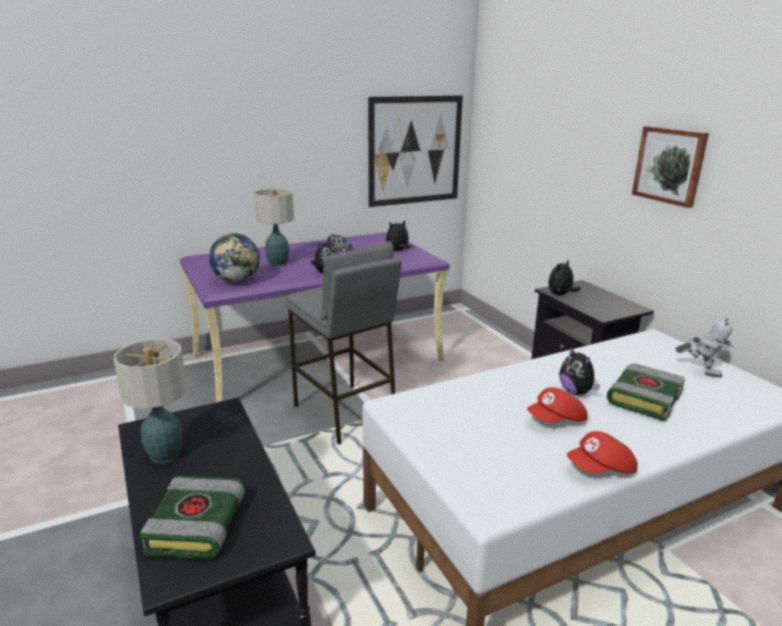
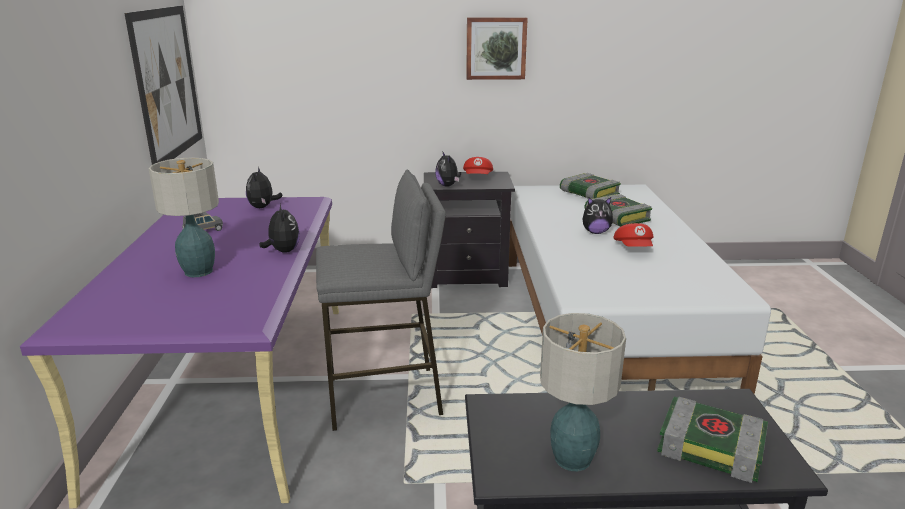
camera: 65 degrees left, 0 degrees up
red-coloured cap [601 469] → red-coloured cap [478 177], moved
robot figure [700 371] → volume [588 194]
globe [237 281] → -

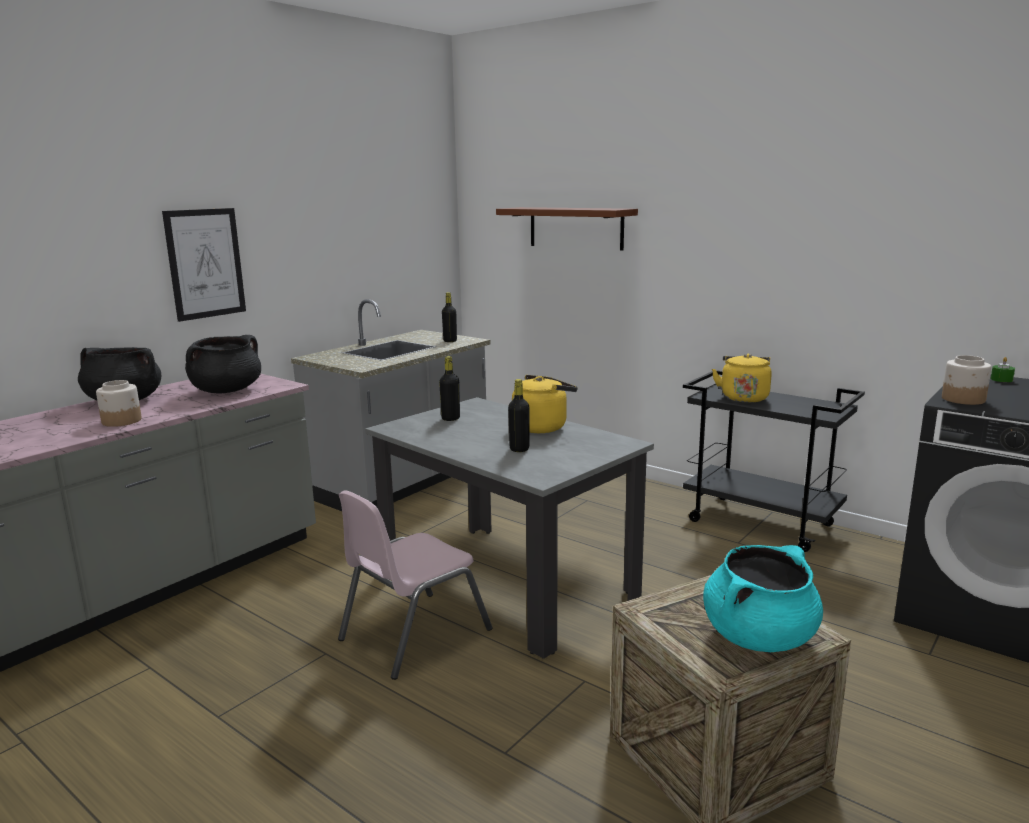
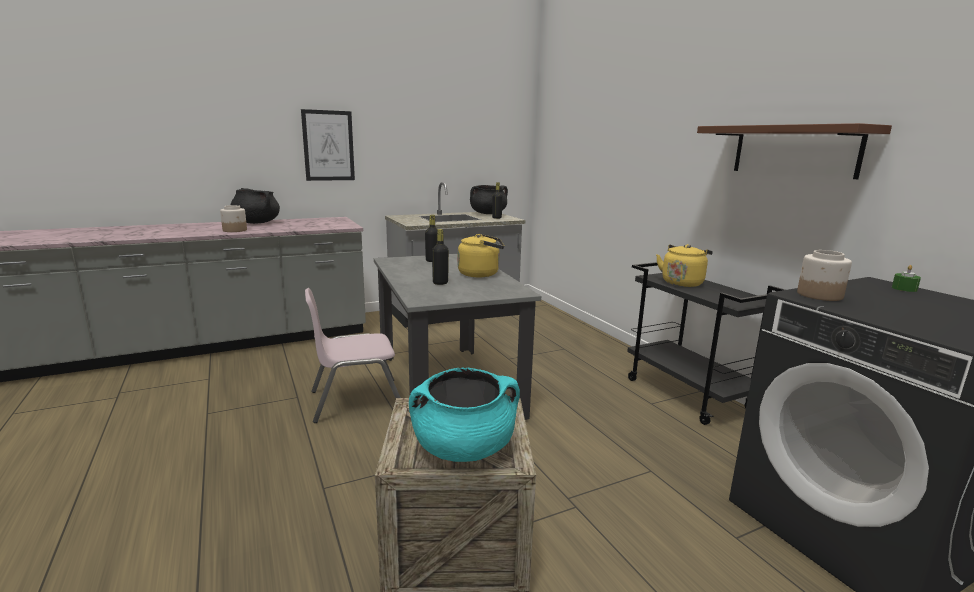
camera: 25 degrees right, 0 degrees up
black-coloured saucepot [227 391] → black-coloured saucepot [488 213], moved
brown bracket shelf [575 228] → brown bracket shelf [794 150], moved

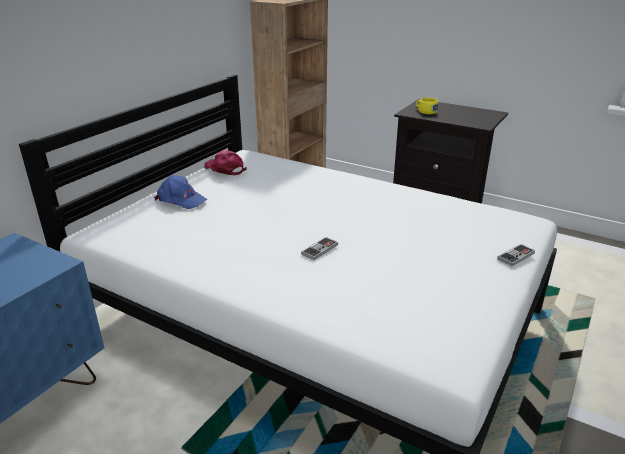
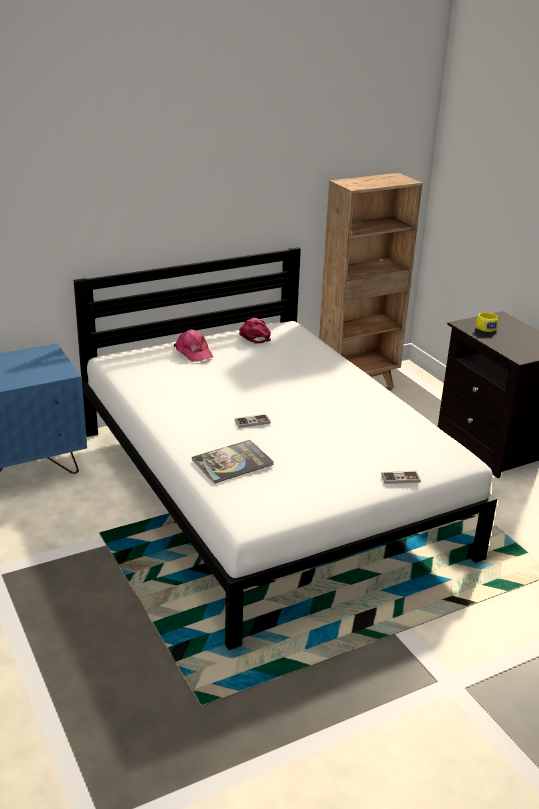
camera: 30 degrees right, 0 degrees up
blue cap [181 199] → pink cap [193 352]
- → volume [232 462]

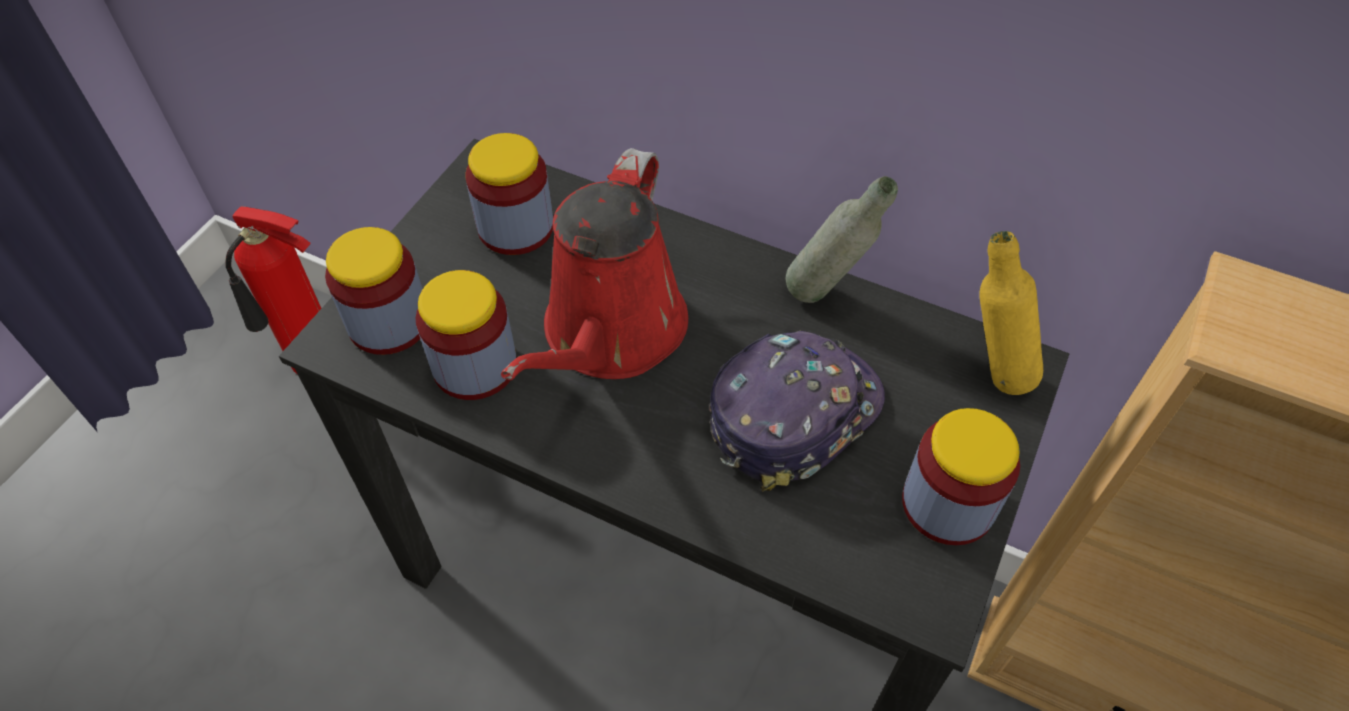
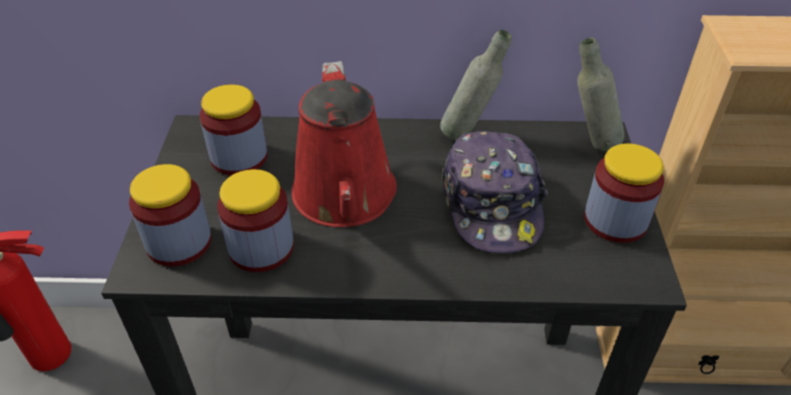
camera: 25 degrees left, 10 degrees down
cap [793 414] → cap [492 204], 150 degrees clockwise
yellow-coloured drink bottle [990 373] → grey drink bottle [589 145]

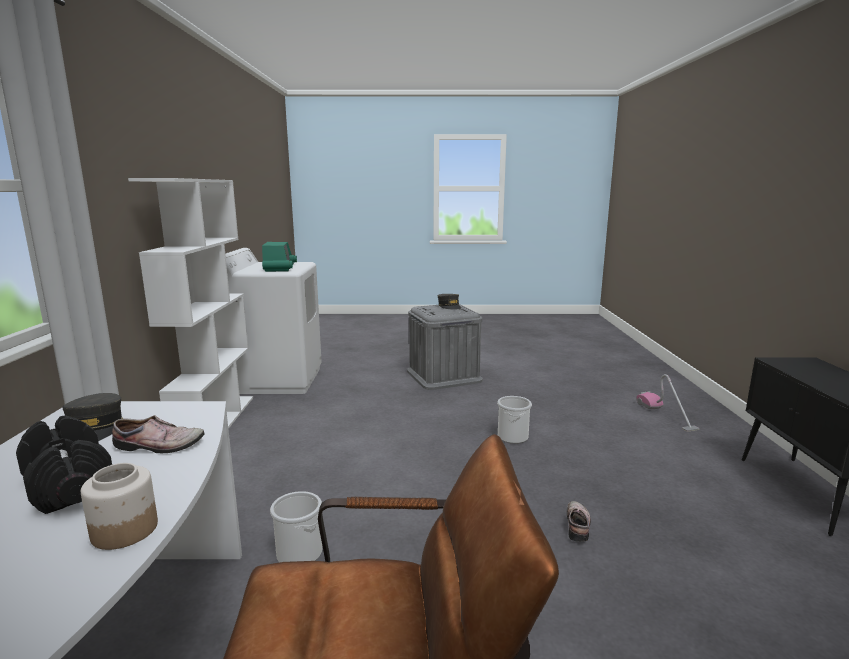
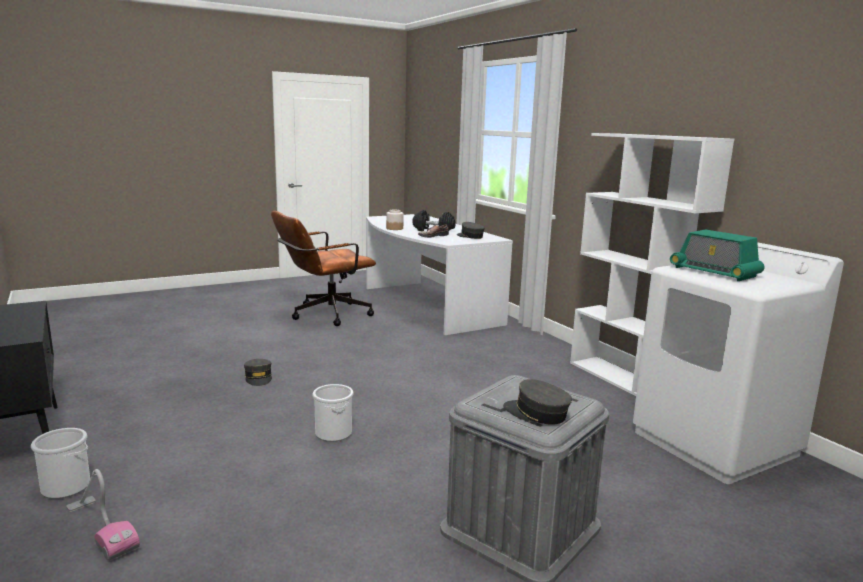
camera: 150 degrees right, 0 degrees up
bucket [299 553] → bucket [66 487], moved
shoe [579 526] → grey cap [258 378]

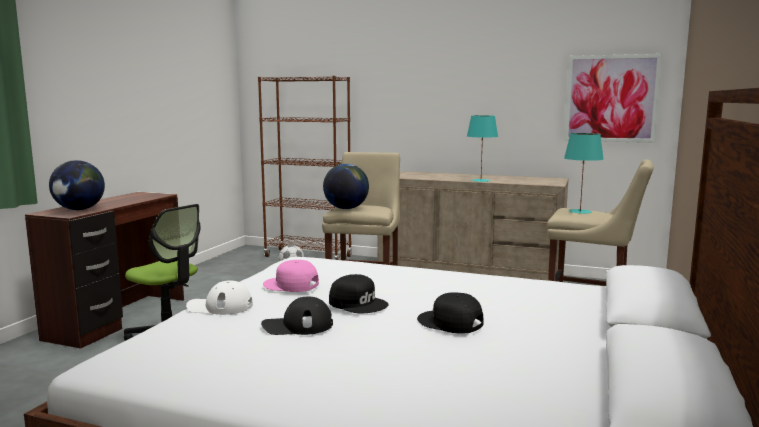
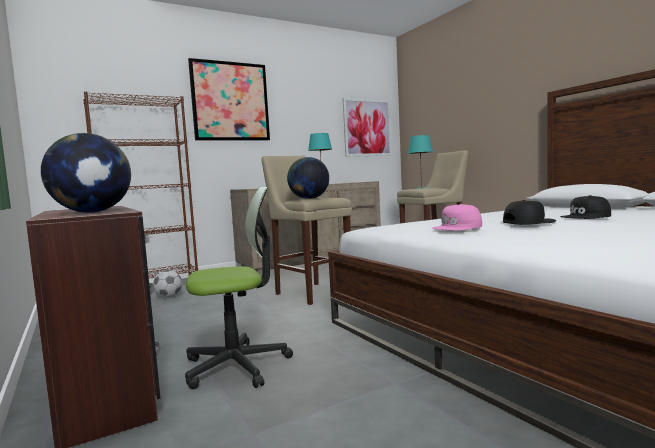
camera: 50 degrees left, 5 degrees down
- → picture [230 101]
white cap [220 306] → -
black-coloured cap [297 326] → -

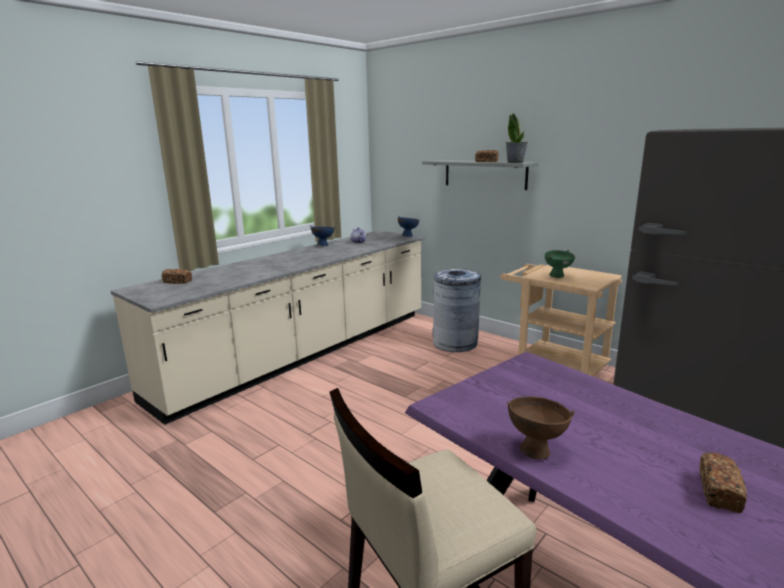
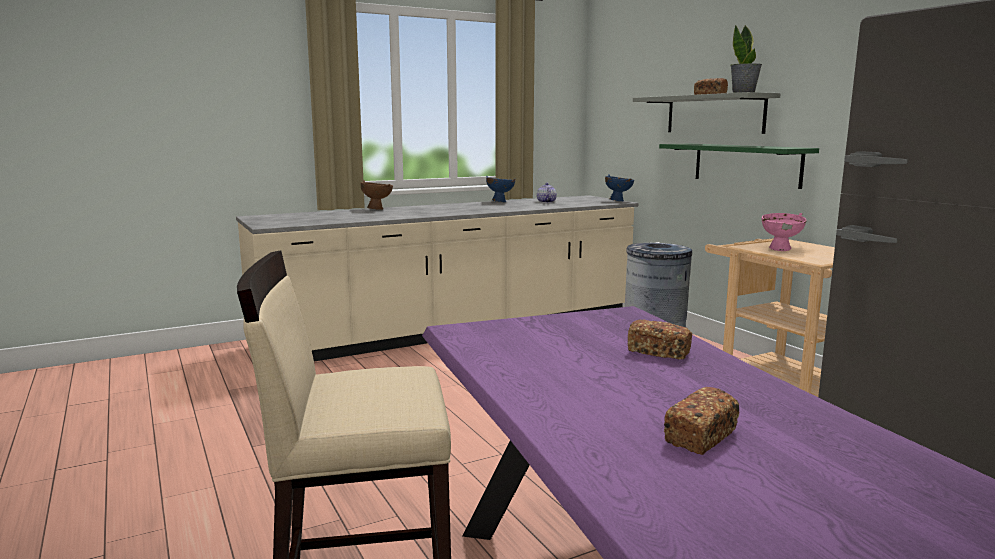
camera: 20 degrees right, 5 degrees down
brown bowl [535 450] → brown bowl [377 209], moved
bread [178 282] → bread [659 352], moved
- → green-coloured bracket shelf [746 164]
green-coloured bowl [558 276] → pink bowl [781 250]

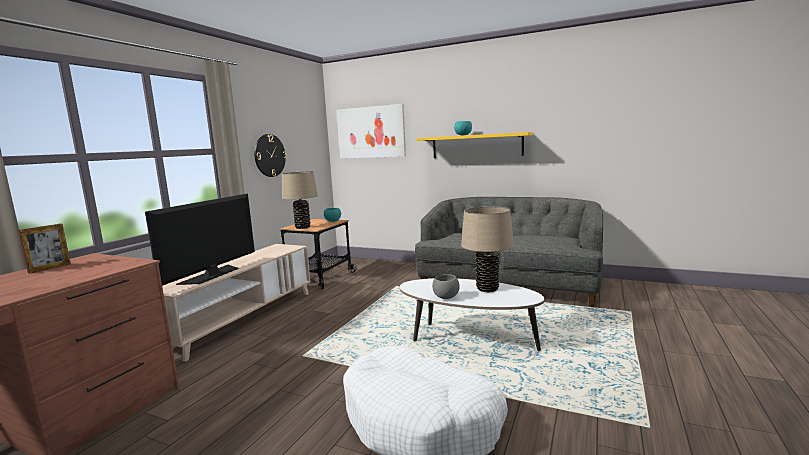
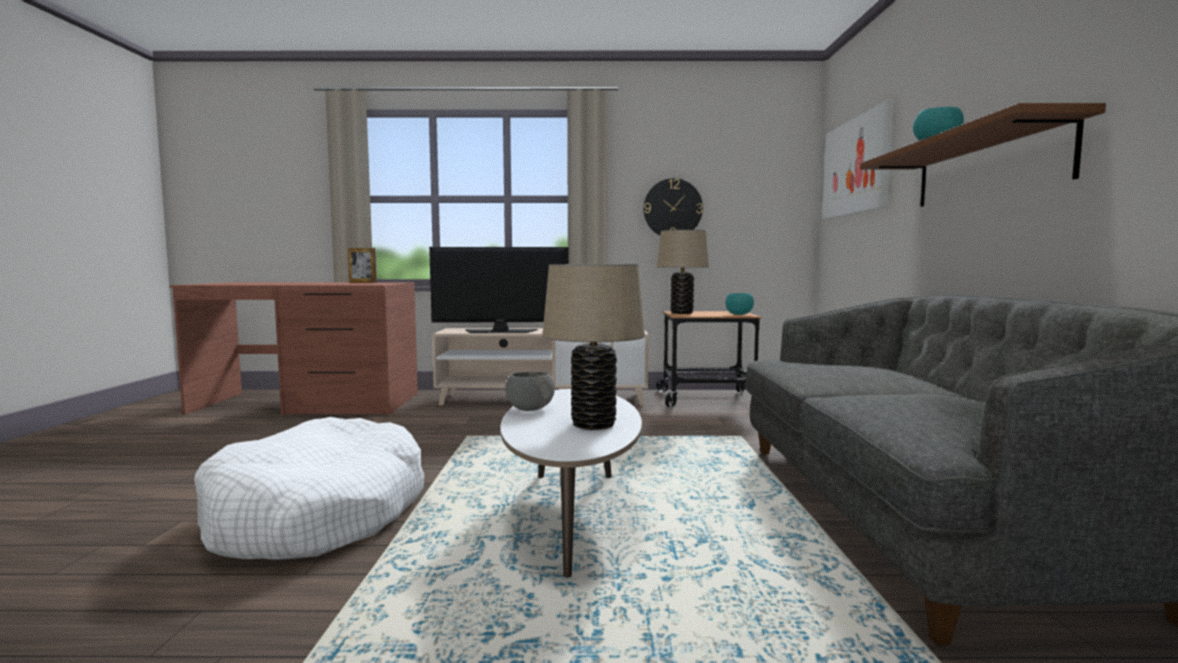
camera: 65 degrees right, 5 degrees down
yellow-coloured bracket shelf [476 146] → brown bracket shelf [987 167]

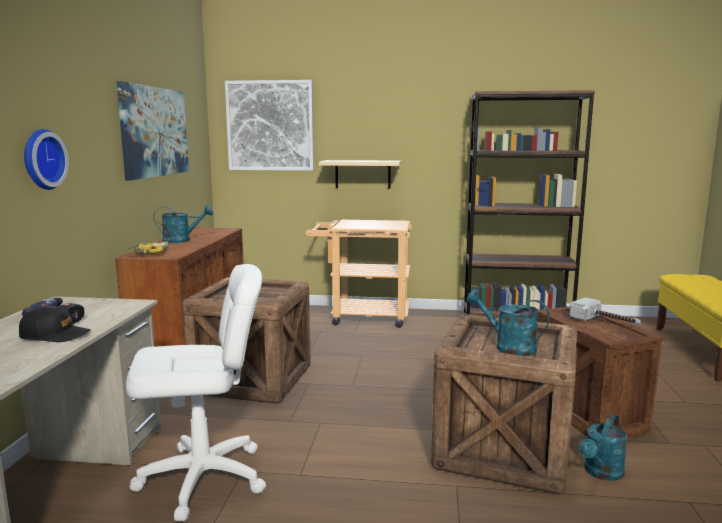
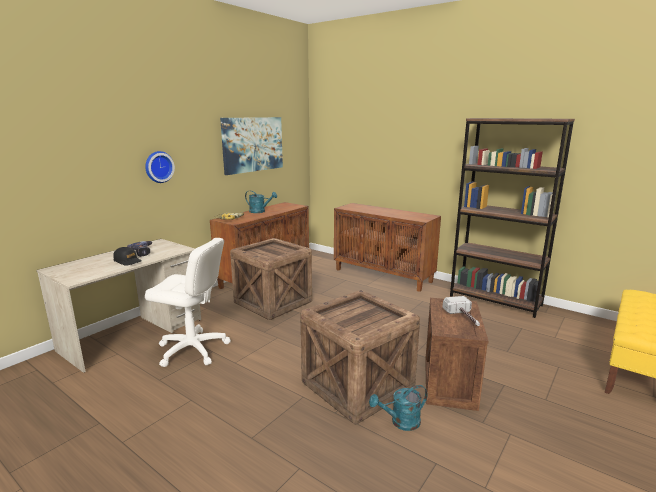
camera: 30 degrees right, 5 degrees up
beige wheeled cart [362 317] → brown cupboard [383 275]
picture [270 126] → -
beige bracket shelf [362 174] → -
turquoise sprinkling can [508 347] → -

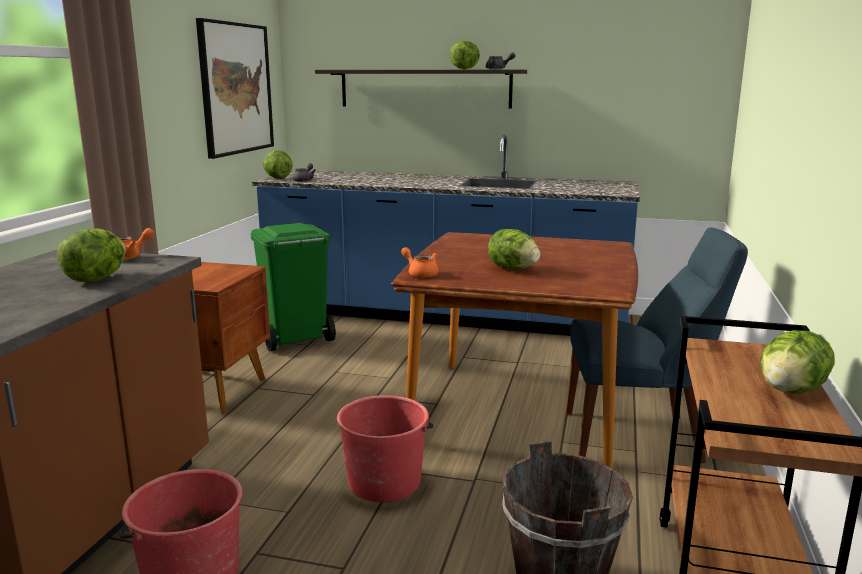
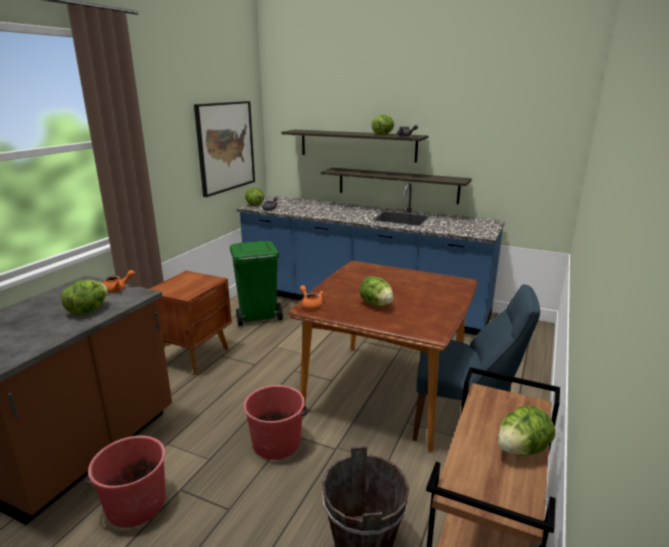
camera: 10 degrees right, 5 degrees up
- → bracket shelf [397 185]

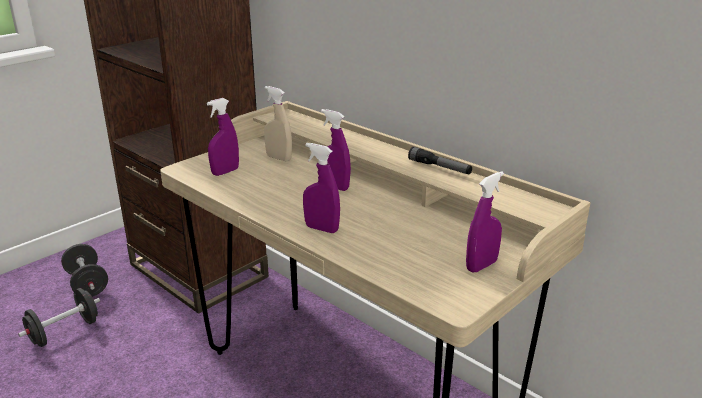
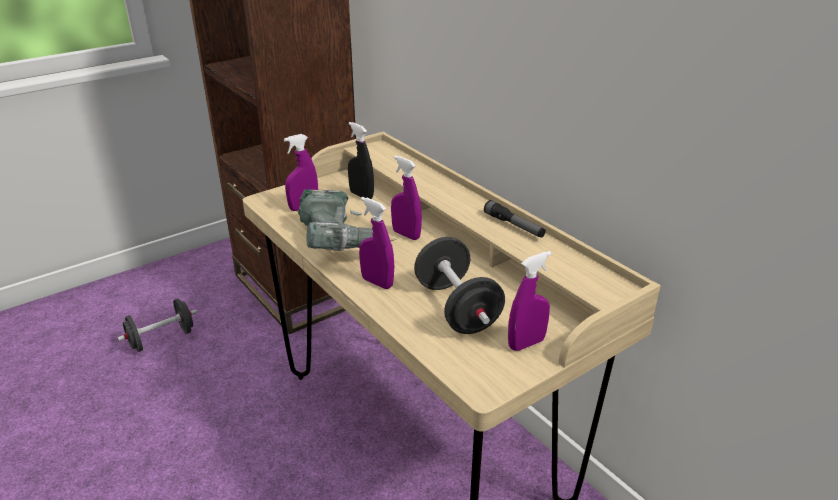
camera: 10 degrees right, 5 degrees up
- → power drill [342 243]
beige hand sprayer [279 158] → black-coloured hand sprayer [361 195]
black-coloured free weight [87 284] → black-coloured free weight [457 308], moved

